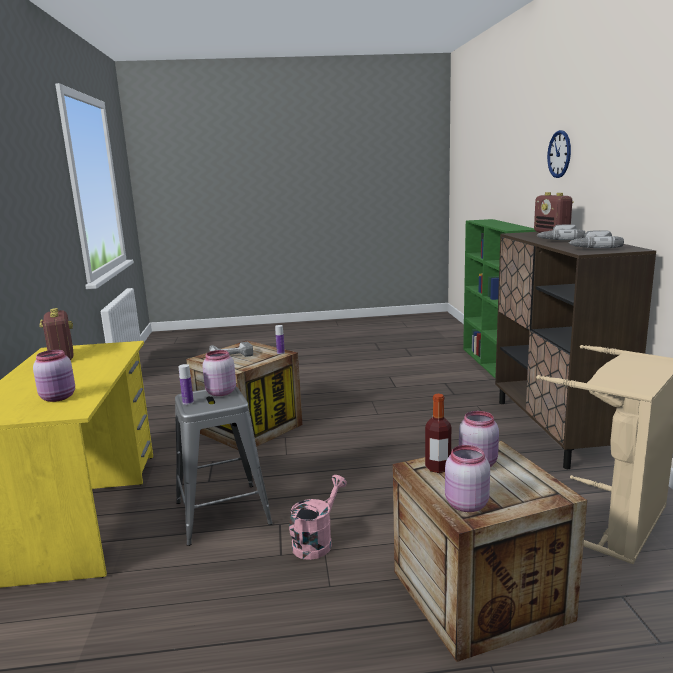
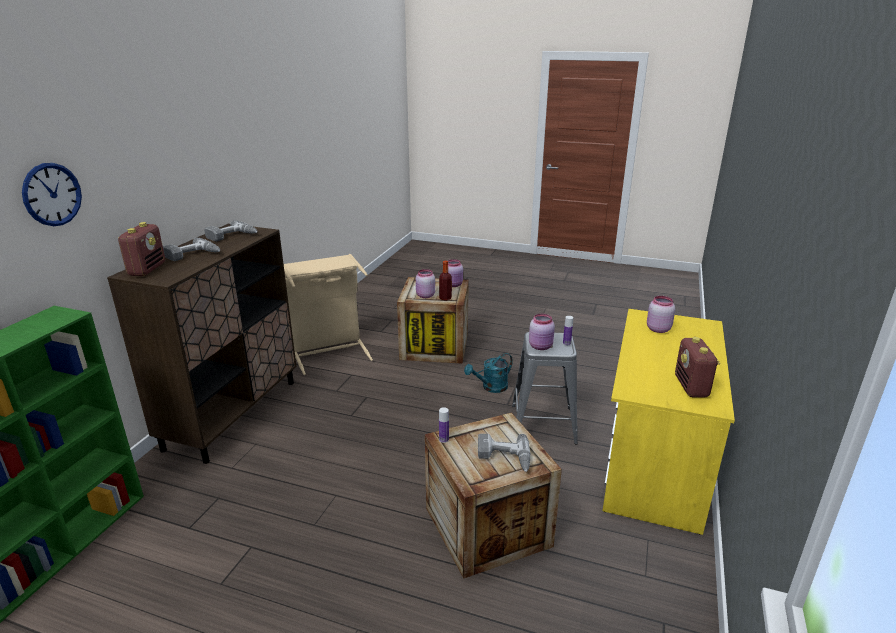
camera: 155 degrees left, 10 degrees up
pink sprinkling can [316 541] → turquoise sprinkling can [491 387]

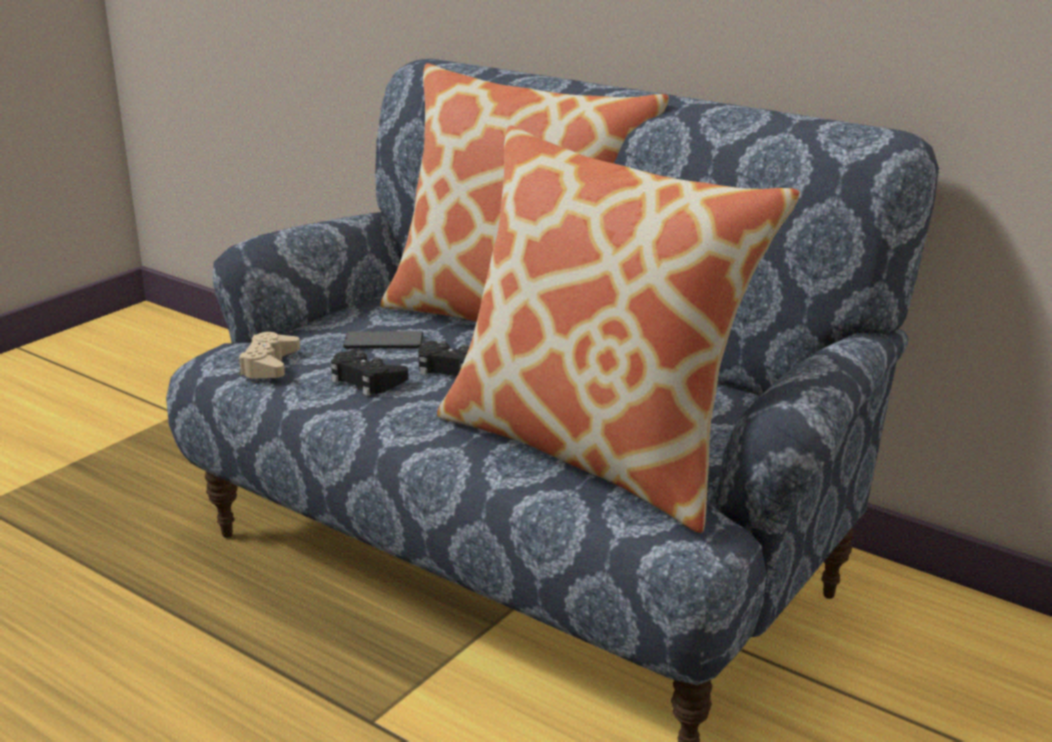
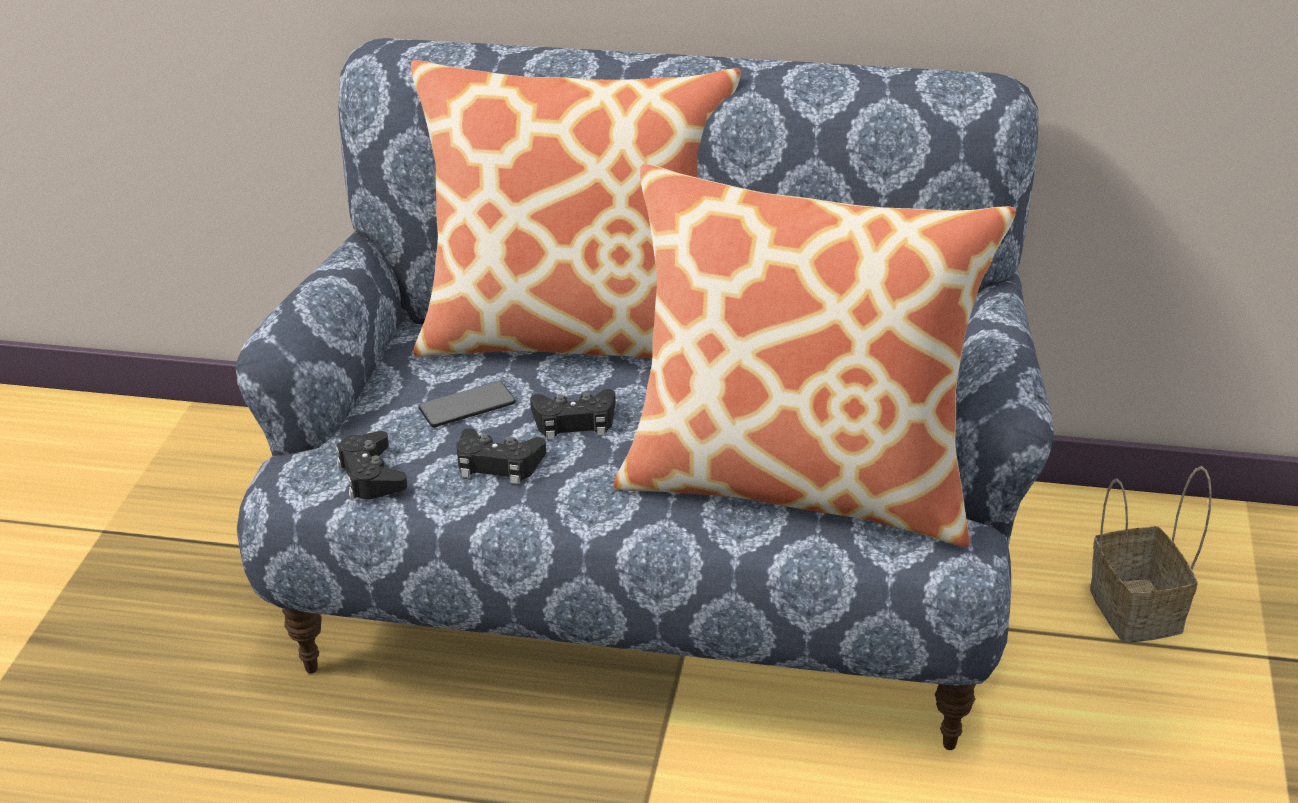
camera: 25 degrees left, 10 degrees up
beige game controller [269 365] → black-coloured game controller [371 475]
- → storage basket [1139 612]

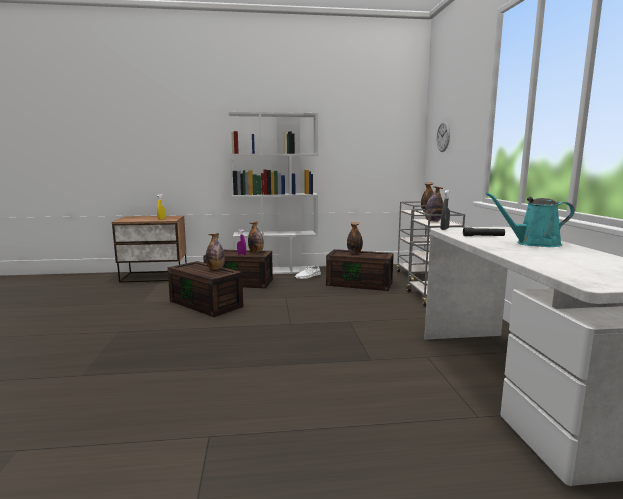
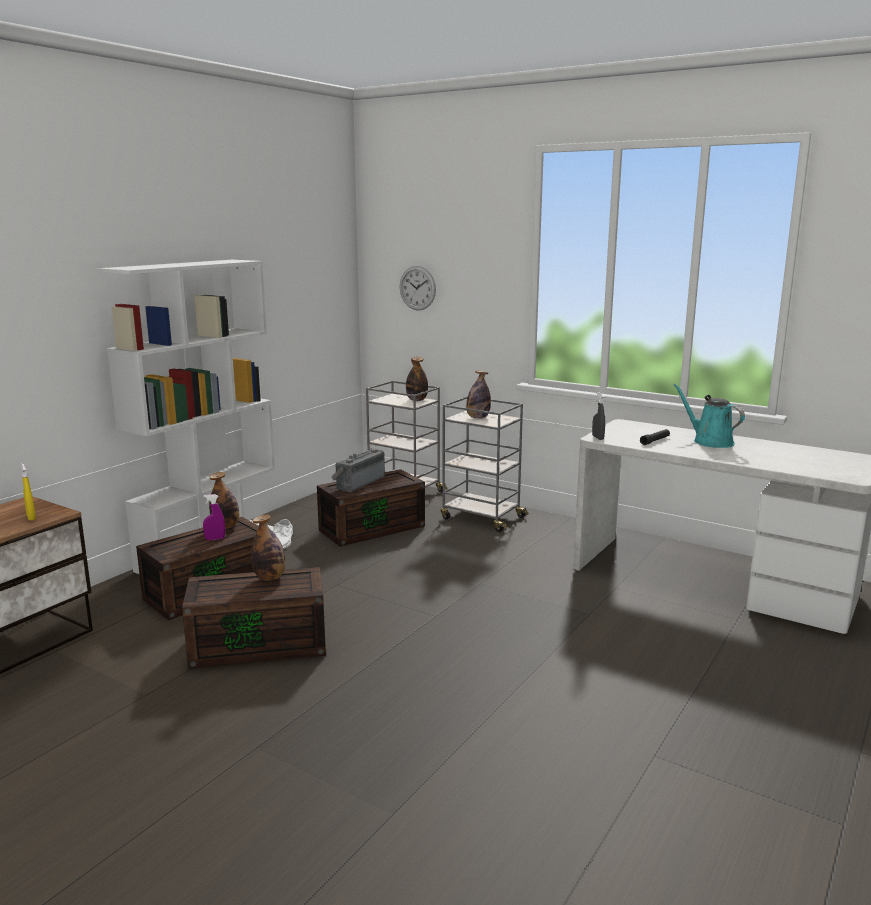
camera: 50 degrees left, 5 degrees up
drink bottle [354 252] → radio receiver [358 483]
turquoise sprinkling can [534 244] → turquoise sprinkling can [709 441], 105 degrees clockwise

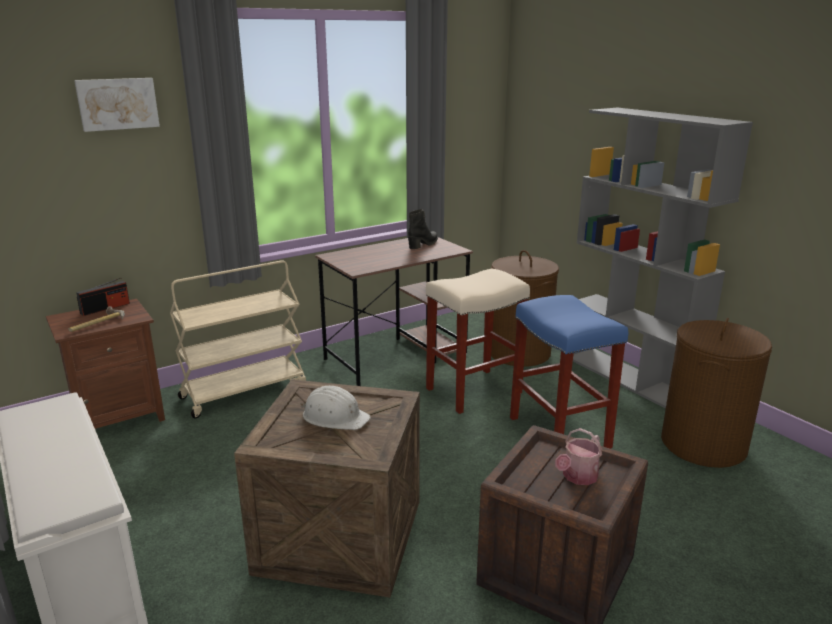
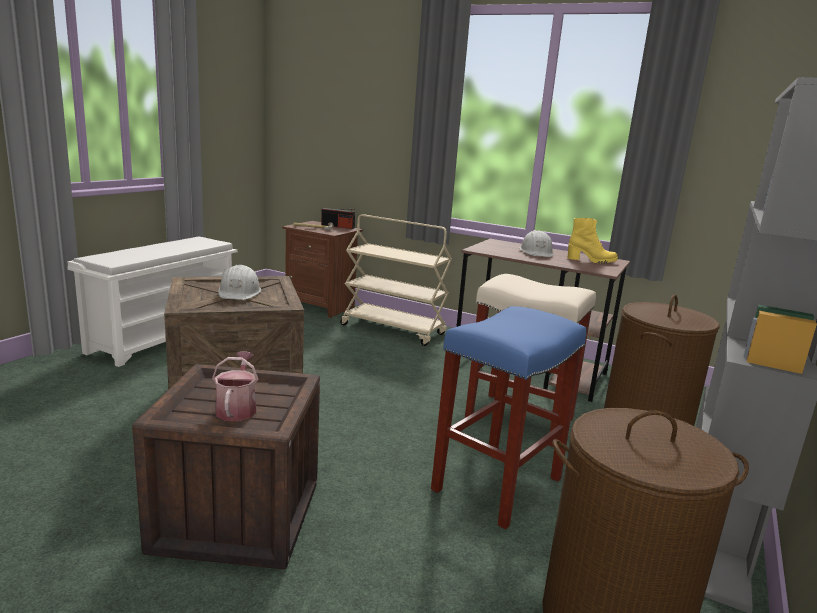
camera: 60 degrees right, 5 degrees down
sprinkling can [577 477] → sprinkling can [237 408], 75 degrees clockwise
- → white hard hat [536 252]
black-coloured tall boot [423 244] → yellow-coloured tall boot [591 261]
picture [117 103] → -

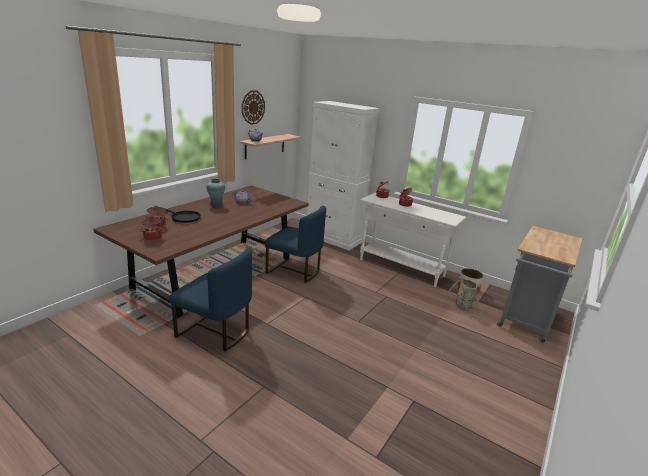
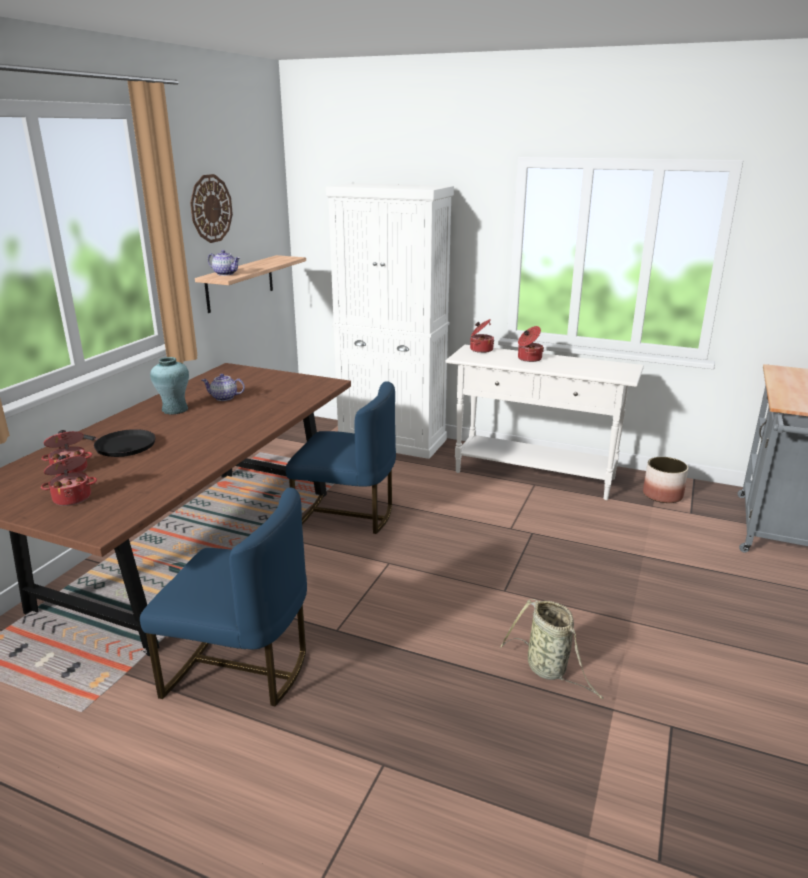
camera: 10 degrees left, 0 degrees up
storage basket [463 307] → storage basket [549 670], moved

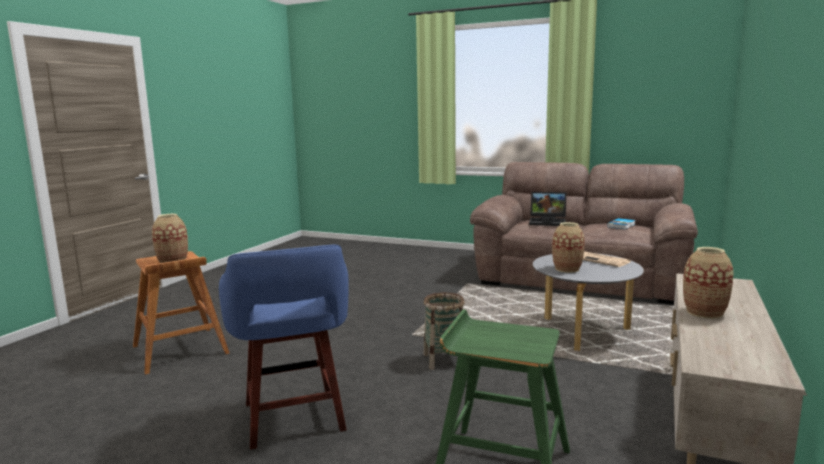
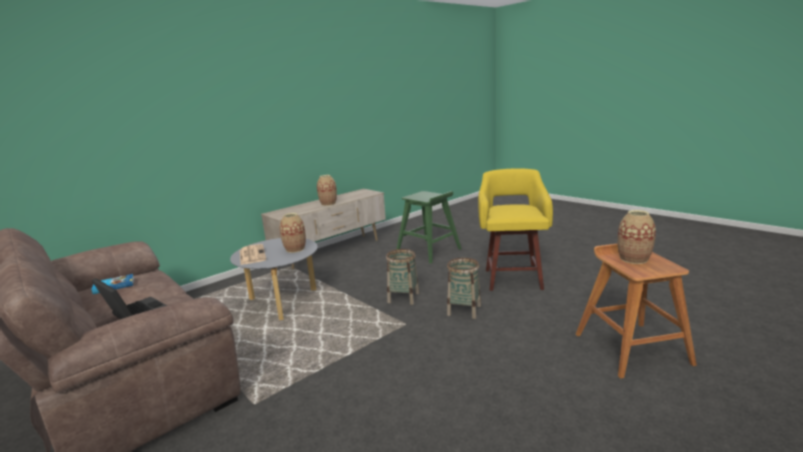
camera: 155 degrees left, 5 degrees up
- → storage basket [464 310]
blue stool [294 419] → yellow-coloured stool [512 278]

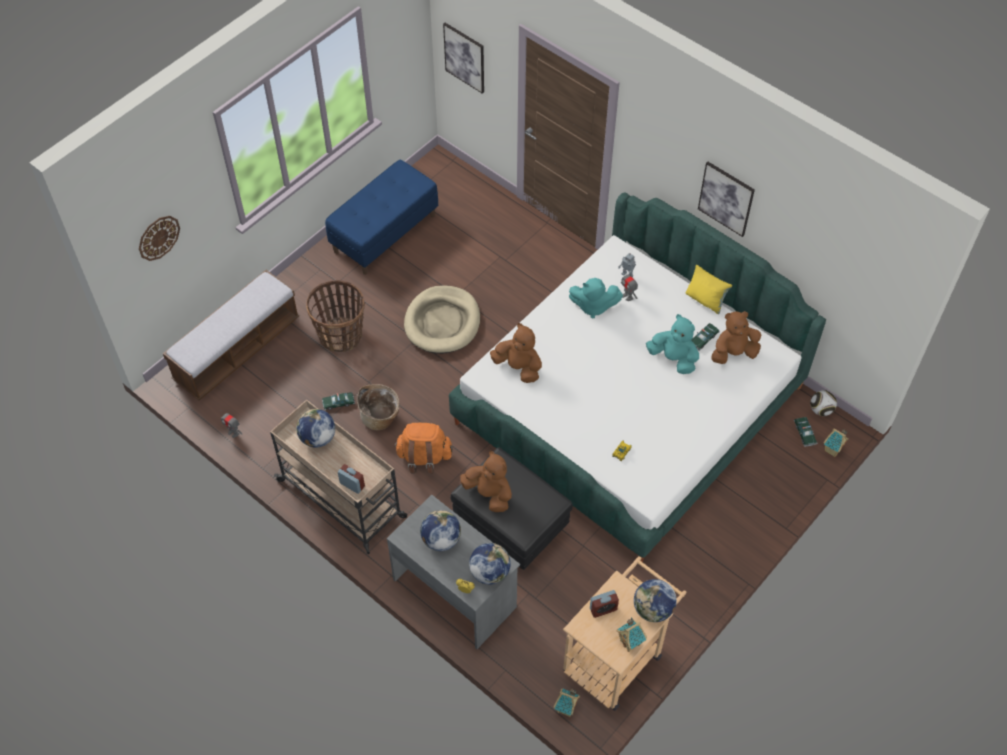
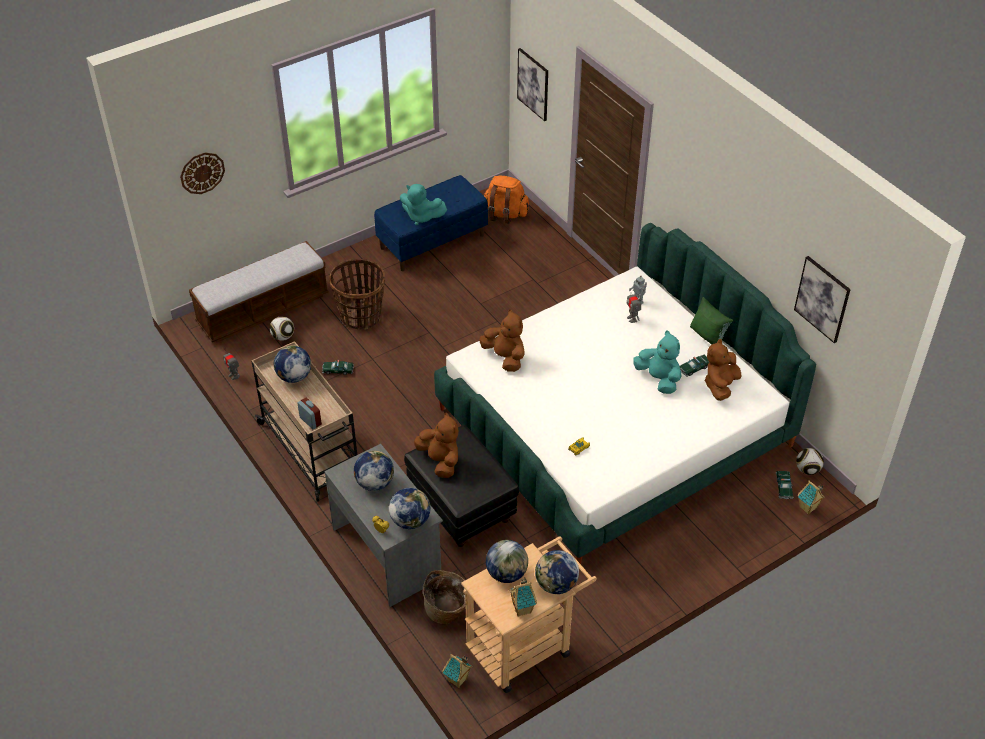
camera: 15 degrees right, 10 degrees down
- → football ball [283 336]
turquoise soft toy [593 306] → turquoise soft toy [421 217], moved
storage basket [380 418] → storage basket [447 611], moved
orange-coloured backpack [424 457] → orange-coloured backpack [505 214], moved
table clock [603 609] → globe [506 573]
yellow-coloured cushion [705 300] → green-coloured cushion [708 336]
brown soft toy [733 353] → brown soft toy [720 386], 60 degrees counterclockwise
picture [726 198] → picture [822 299], moved
beige dog cushion [442 322] → -

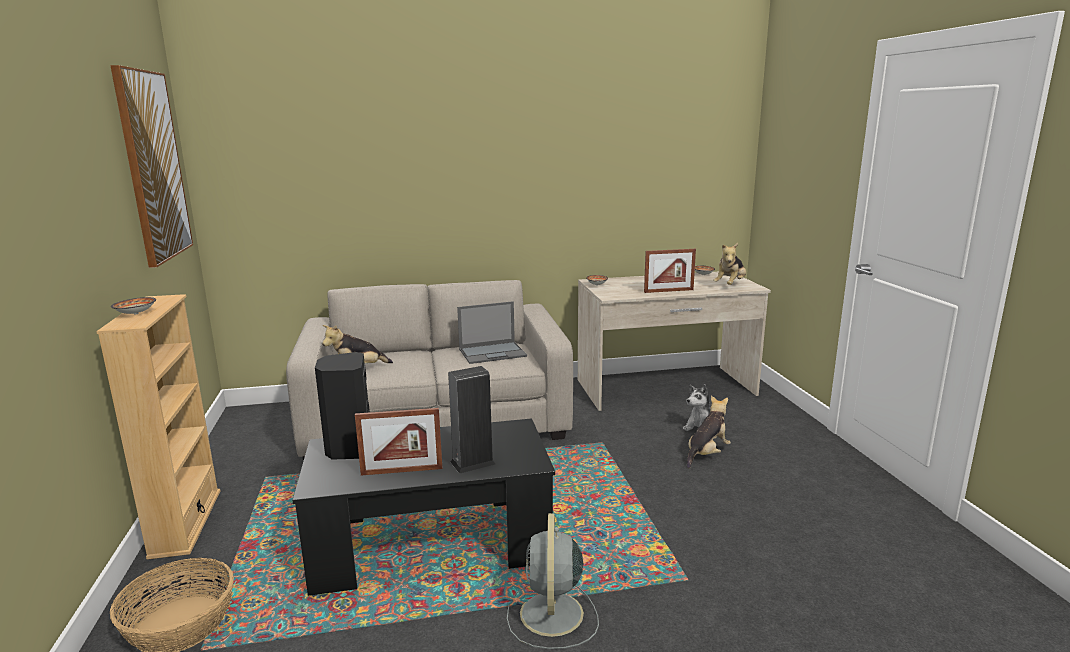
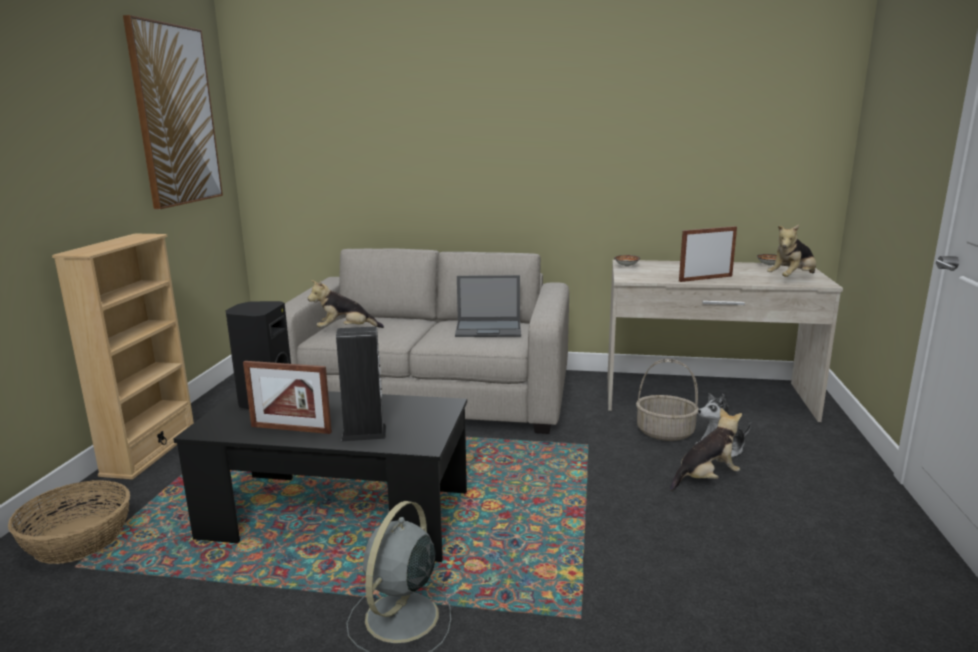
camera: 20 degrees right, 0 degrees up
- → storage basket [665 432]
standing frame [668 291] → standing frame [705 278], 150 degrees clockwise
bowl [134 314] → -

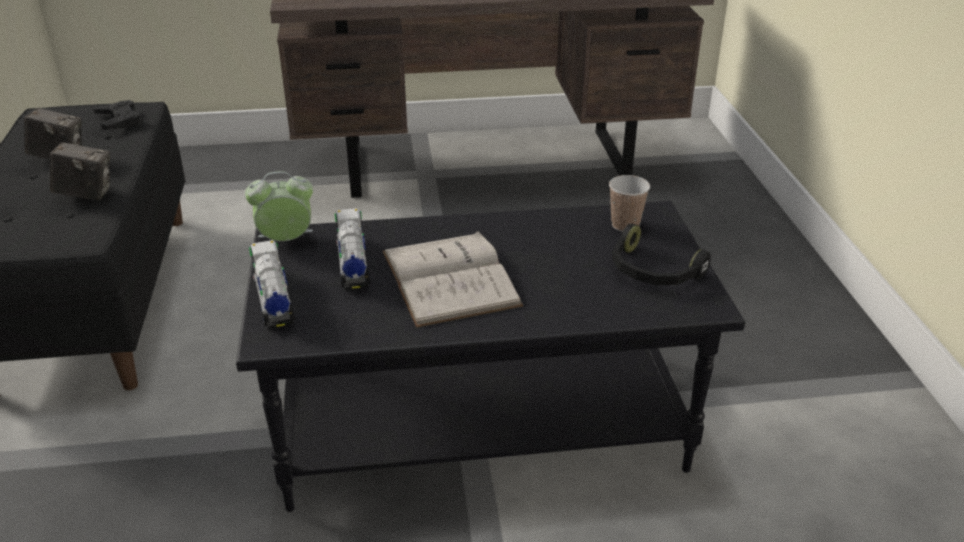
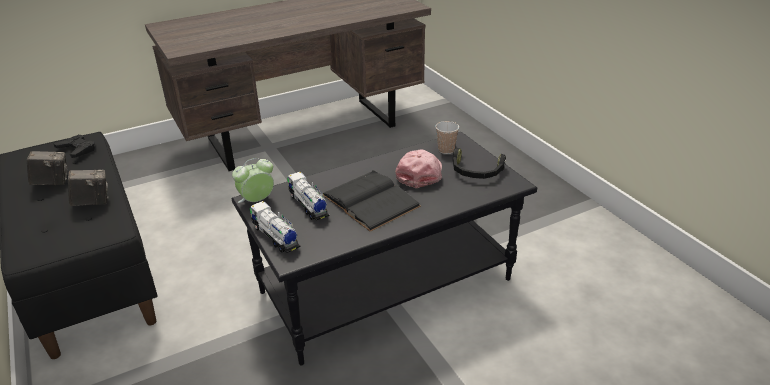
camera: 20 degrees left, 0 degrees up
white volume [449 278] → black-coloured volume [370 200]
- → pink cap [420 173]

